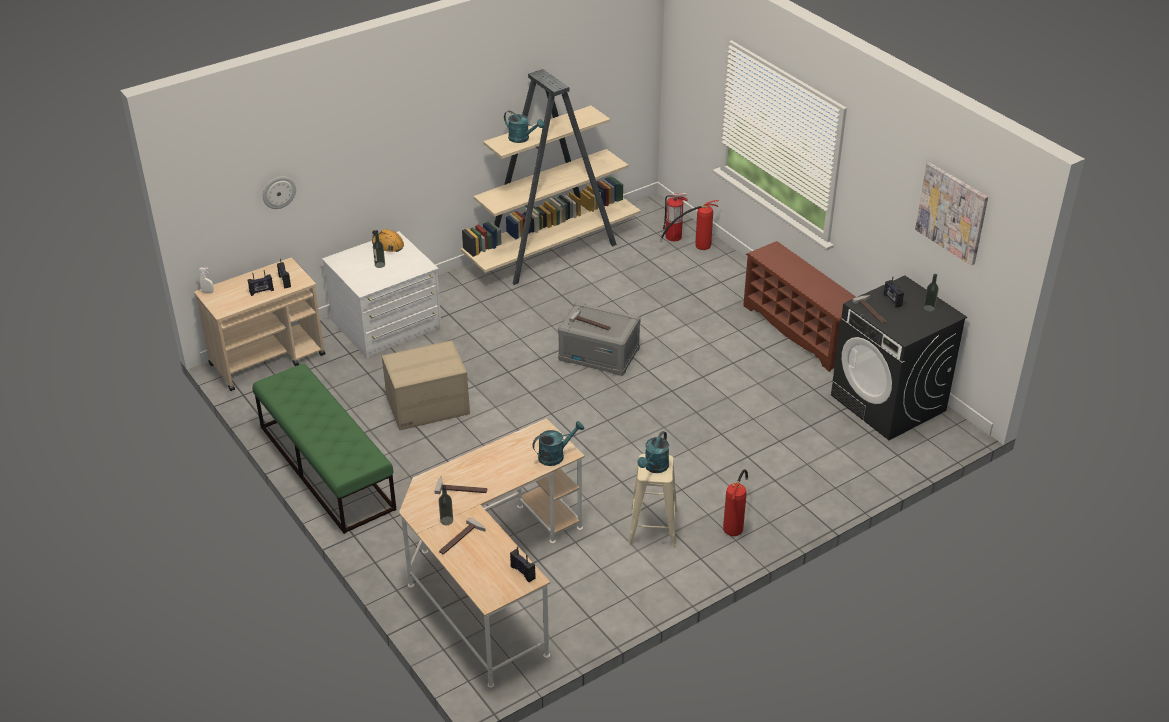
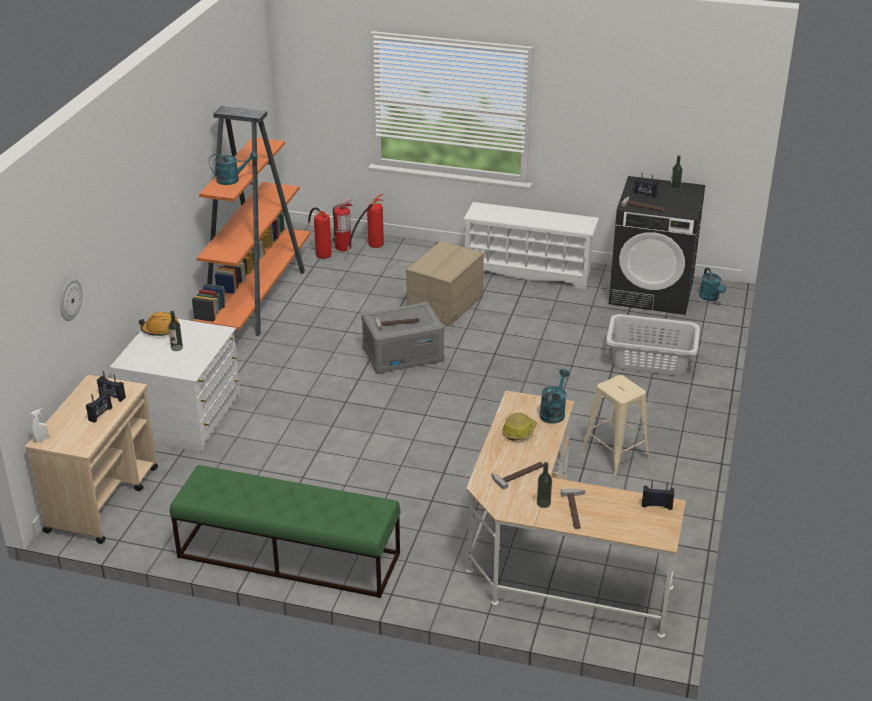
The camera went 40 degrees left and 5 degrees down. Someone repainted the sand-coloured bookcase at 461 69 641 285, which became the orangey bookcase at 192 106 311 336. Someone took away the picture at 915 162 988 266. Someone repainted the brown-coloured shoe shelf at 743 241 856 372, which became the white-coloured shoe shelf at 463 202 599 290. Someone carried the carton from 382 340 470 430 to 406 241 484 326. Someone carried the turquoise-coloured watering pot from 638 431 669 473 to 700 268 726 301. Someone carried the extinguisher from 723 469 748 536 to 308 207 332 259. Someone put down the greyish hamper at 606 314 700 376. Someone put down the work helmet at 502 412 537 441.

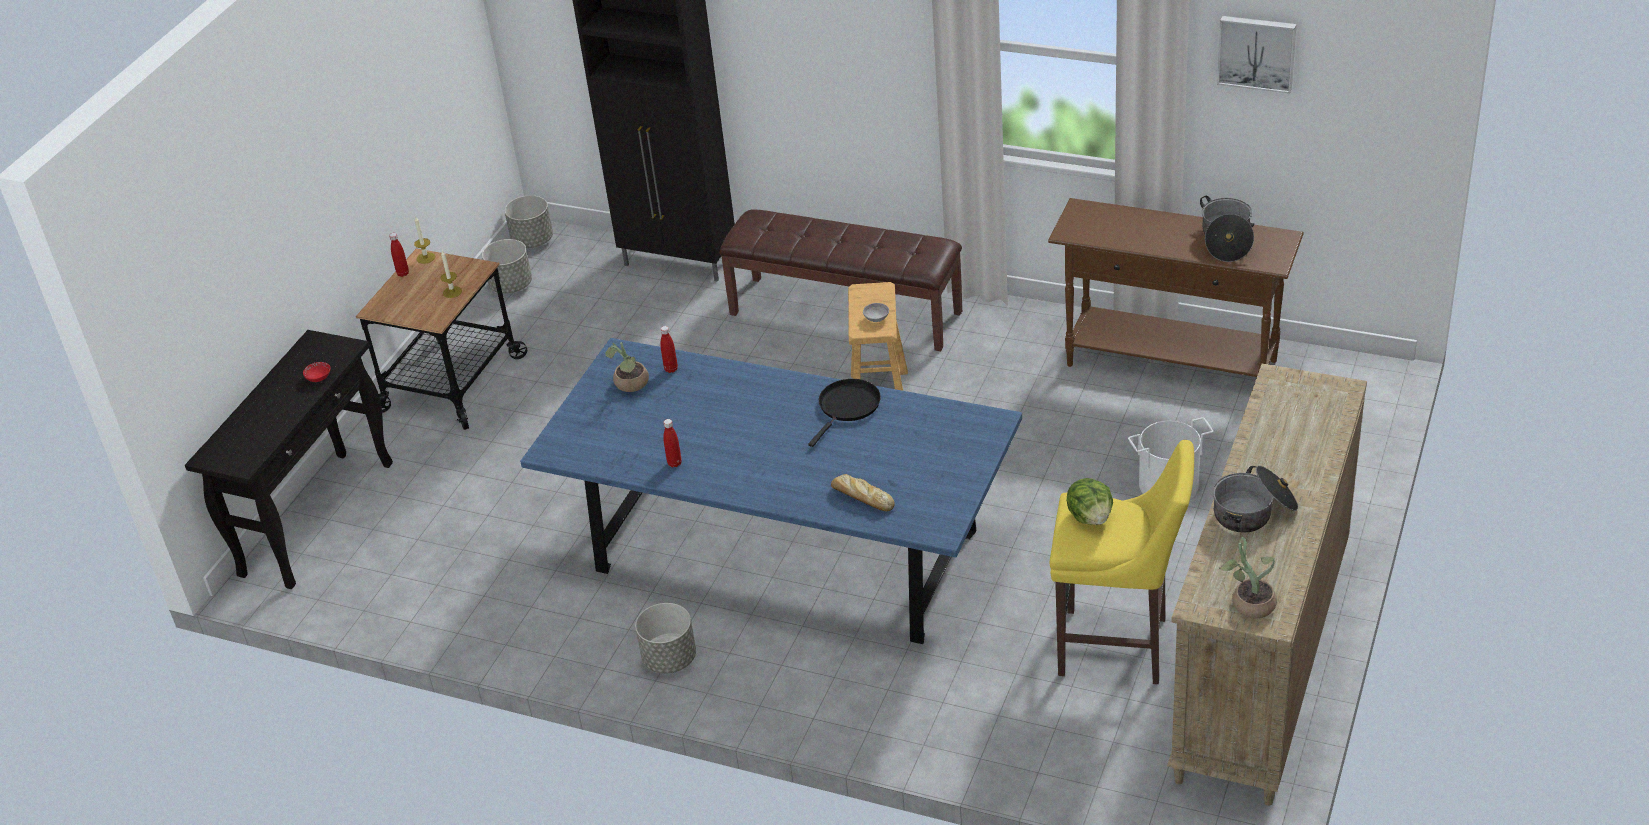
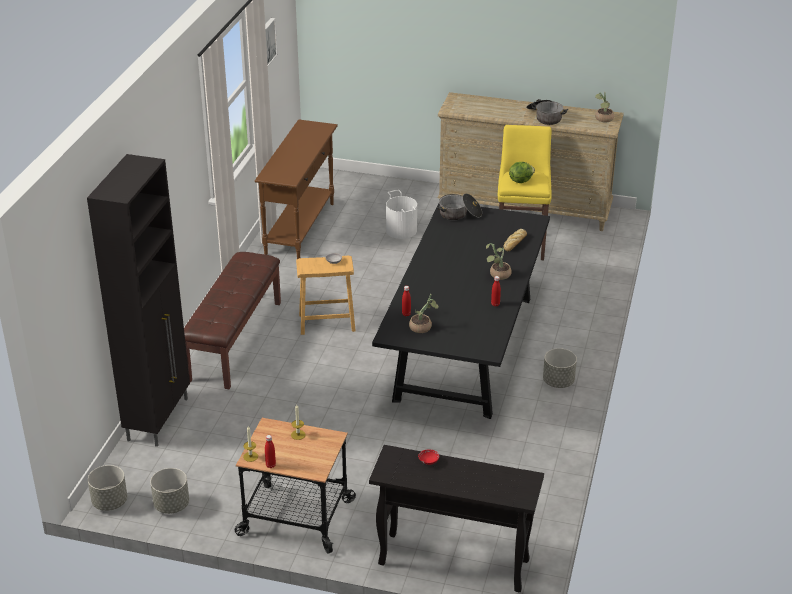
The camera went 100 degrees left and 5 degrees down. Someone carried the saucepot from 1200 196 1254 262 to 437 194 482 220. Someone repainted the blue kitchen table at 520 338 1022 644, which became the black kitchen table at 372 203 550 419. Someone took away the black pan at 808 379 881 447. Someone put down the potted plant at 486 243 512 280.

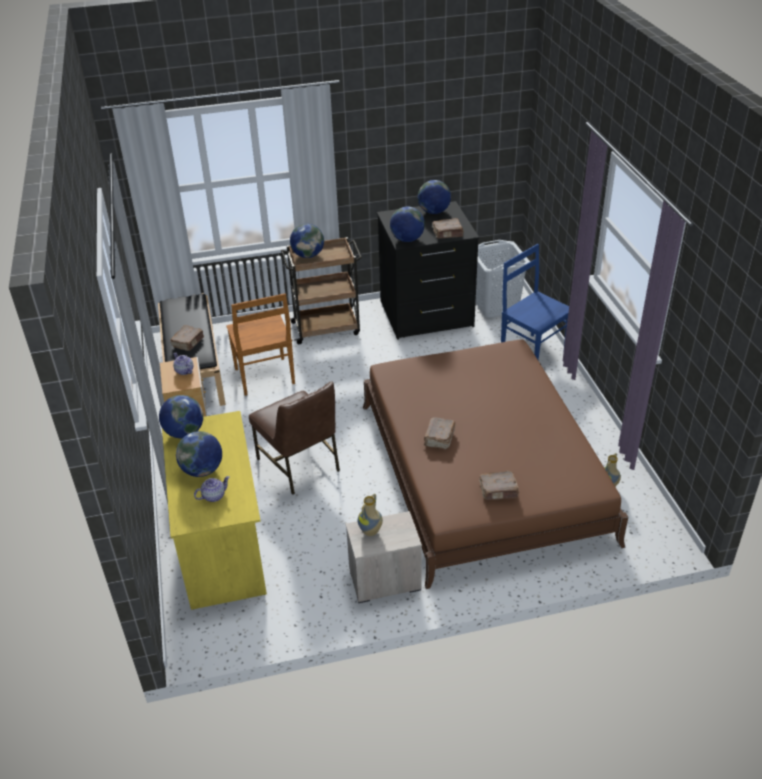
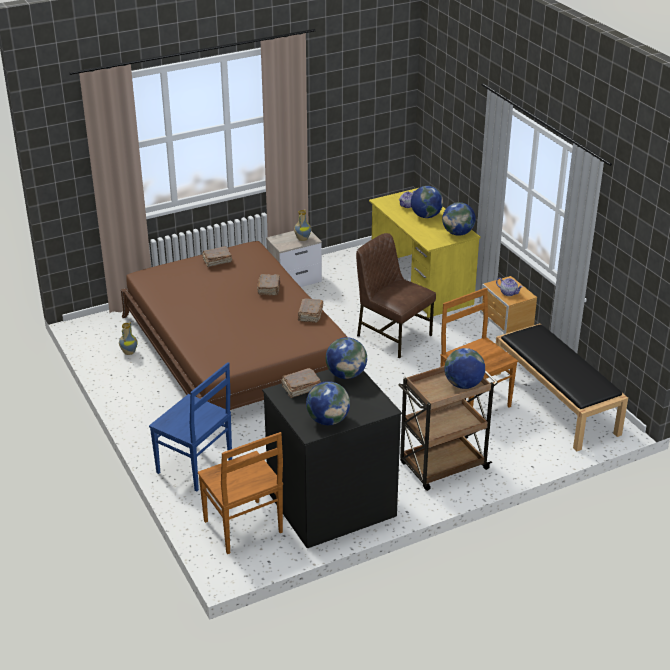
The camera went 165 degrees right and 5 degrees down. Someone swapped the white-coloured hamper at 476 240 530 318 for the brown-coloured upright chair at 198 432 283 554. Someone carried the brown-coloured book from 170 325 204 351 to 298 298 323 323.

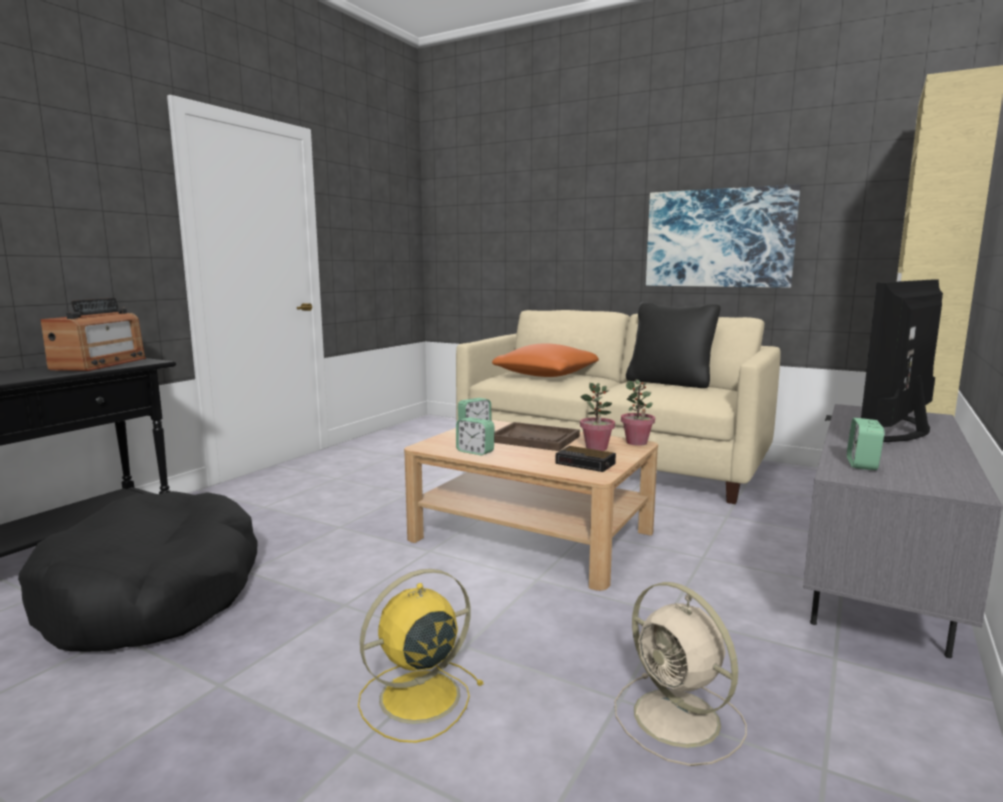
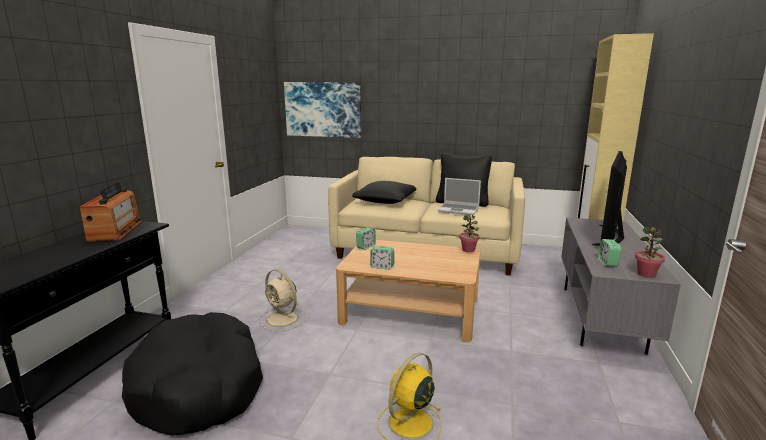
The camera went 15 degrees left and 5 degrees up. Someone carried the picture from 646 184 801 288 to 284 82 361 138. Someone repainted the orangey pillow at 492 343 599 377, which became the black pillow at 352 181 416 204. Someone carried the potted plant from 580 383 615 451 to 635 227 665 278. Someone took away the brown-coloured carrying tray at 494 422 580 451. Someone took away the alarm clock at 555 446 616 472. Someone carried the sand-coloured electric fan from 614 582 747 766 to 259 269 308 331. Someone put down the notebook computer at 437 178 481 215.

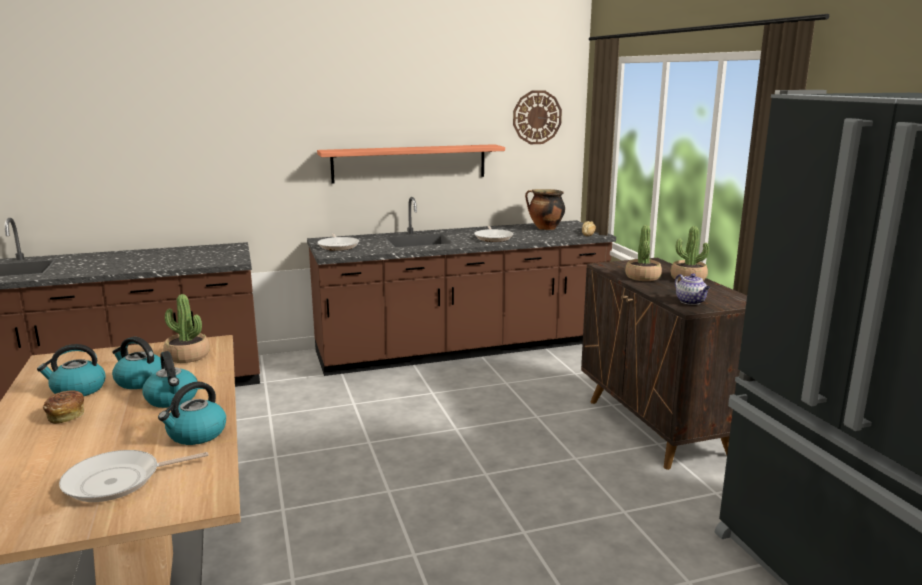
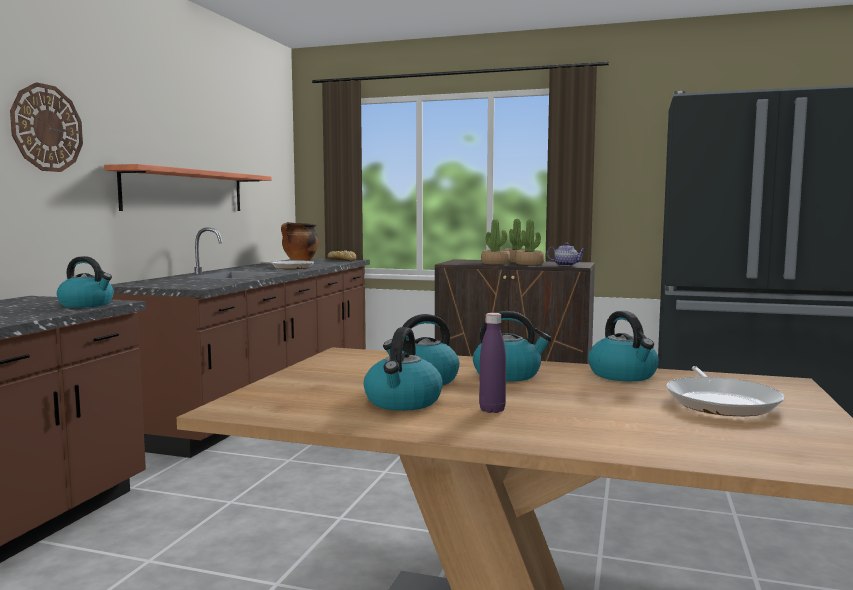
The camera went 55 degrees left and 10 degrees down. Someone carried the wall clock from 513 90 562 144 to 10 82 83 172. Someone took away the pan at 317 233 359 251. Someone carried the potted plant from 163 294 210 363 to 514 219 545 265. Someone swapped the baked bread at 43 390 84 424 for the purple bottle at 479 313 506 413. Someone put down the kettle at 57 256 114 308.

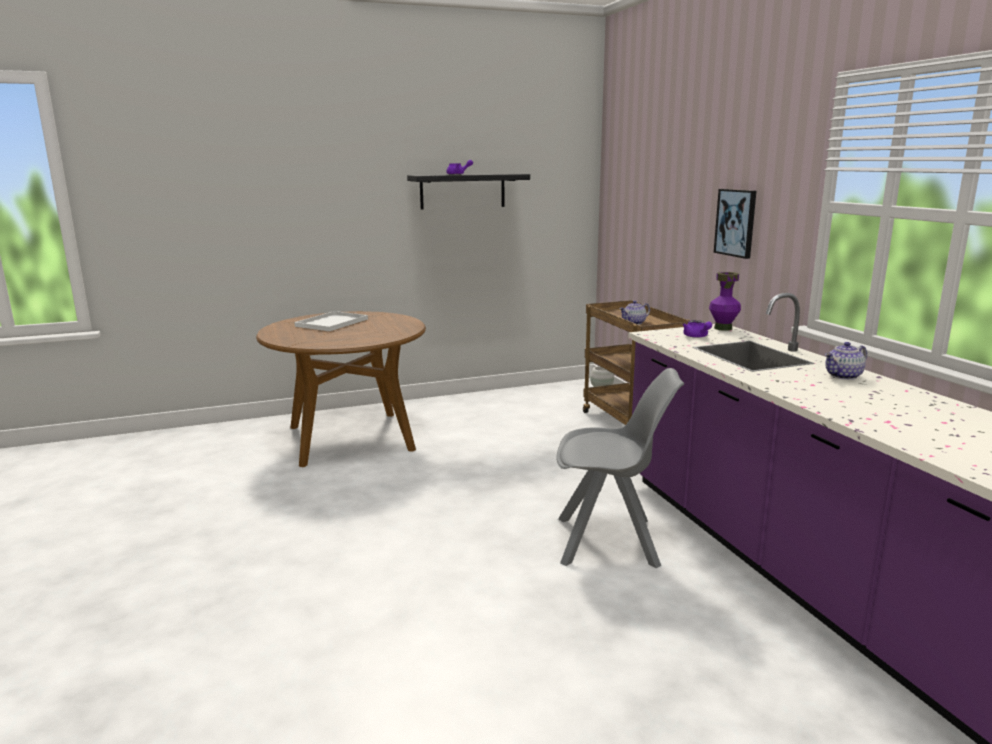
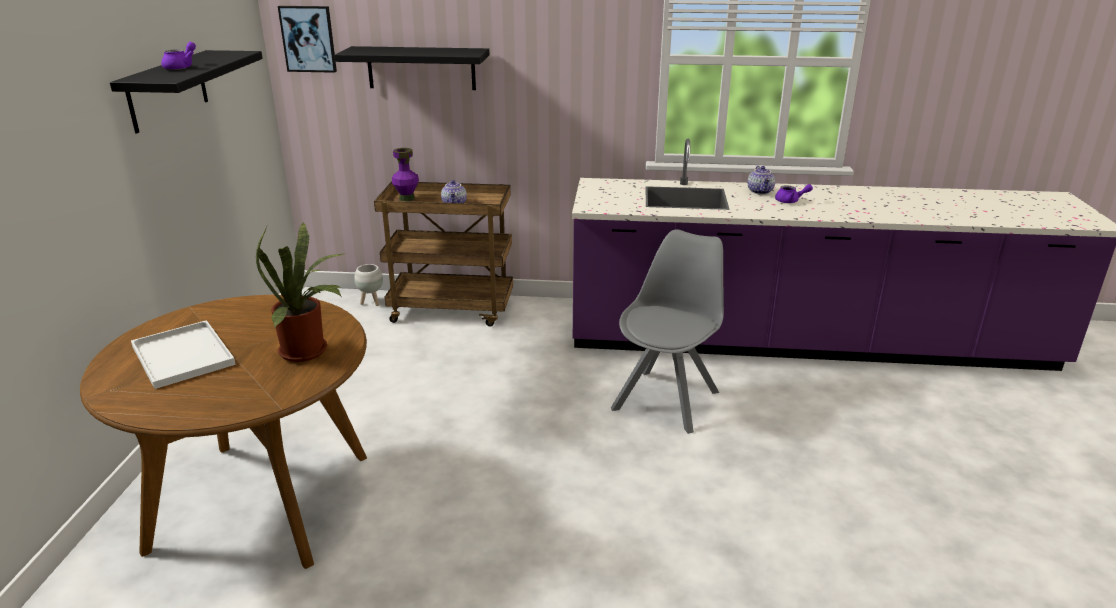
The camera went 65 degrees left and 10 degrees up. Someone carried the picture from 714 189 756 259 to 278 6 337 73. Someone carried the purple decorative vase from 709 272 741 331 to 392 148 419 201. Someone carried the purple pot for tea from 683 320 712 338 to 775 184 813 203. Someone put up the black bracket shelf at 334 46 489 90. Someone put down the potted plant at 256 222 343 362.

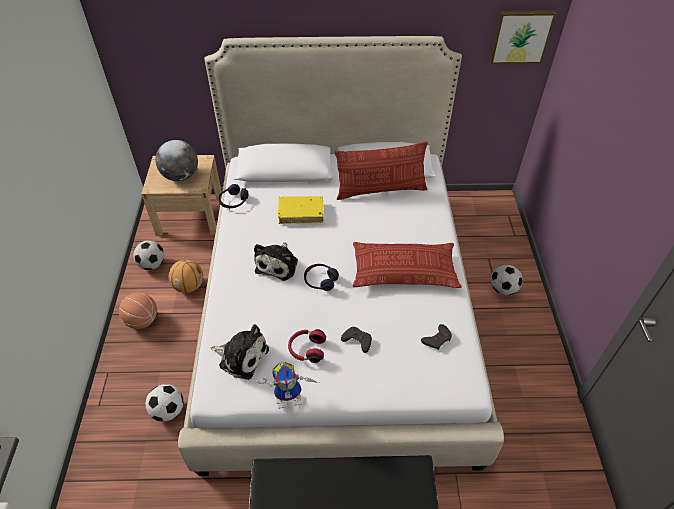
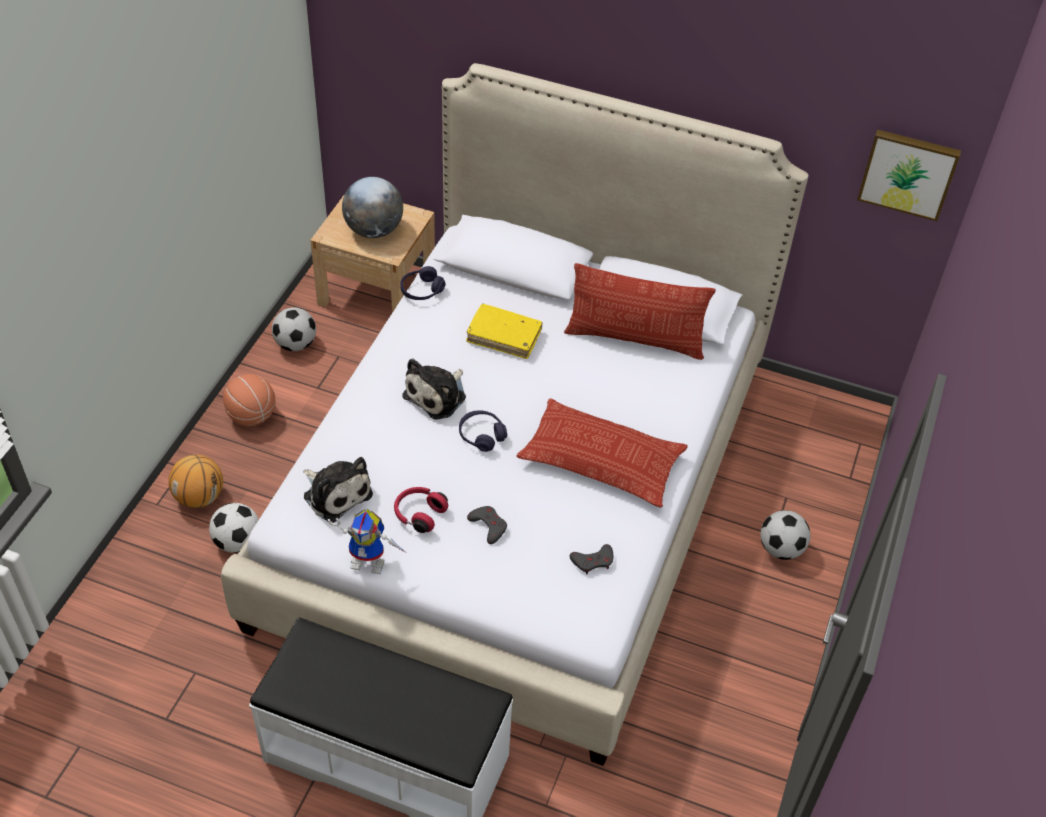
The camera went 20 degrees right and 0 degrees up. Someone carried the basketball from 169 260 203 293 to 168 455 223 508.

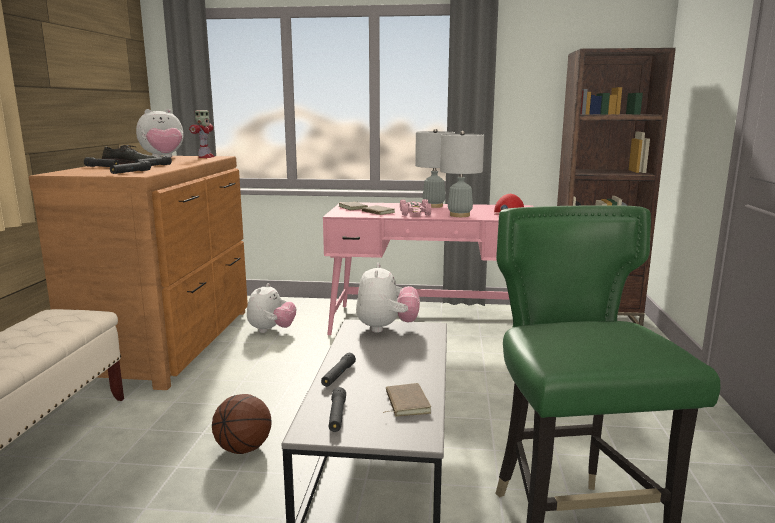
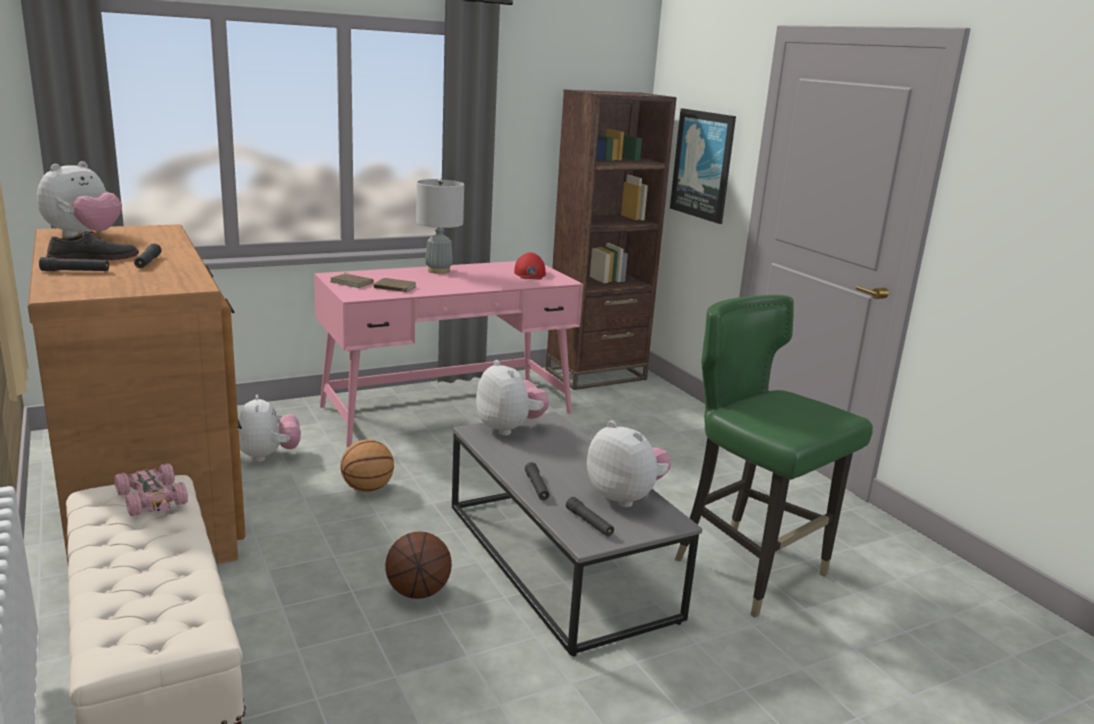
The camera went 35 degrees left and 5 degrees up. Someone took away the toy robot at 189 110 215 158. Someone took away the greyish table lamp at 440 131 484 217. Someone took away the black flashlight at 110 161 151 174. Someone carried the pink model car from 400 199 431 216 to 114 463 188 517. Someone swapped the brown-coloured book at 383 383 431 417 for the cuddly toy at 587 420 671 508. Someone put up the picture at 670 108 736 224. Someone put down the basketball at 341 439 394 492.

